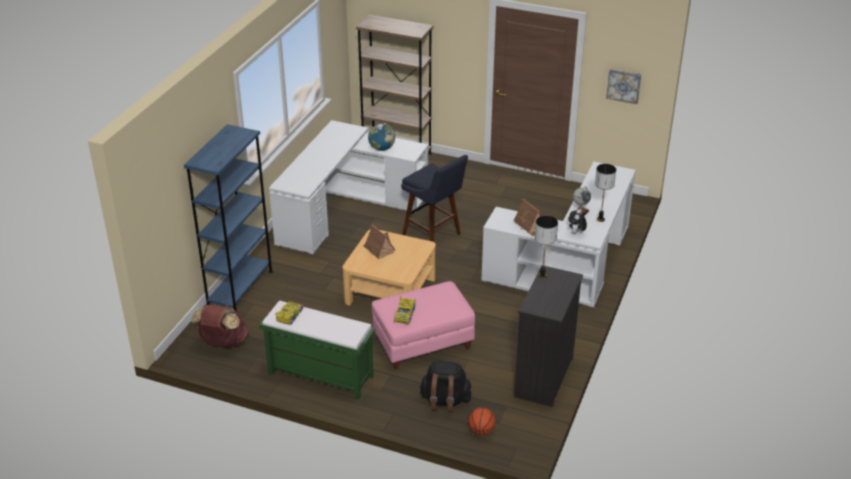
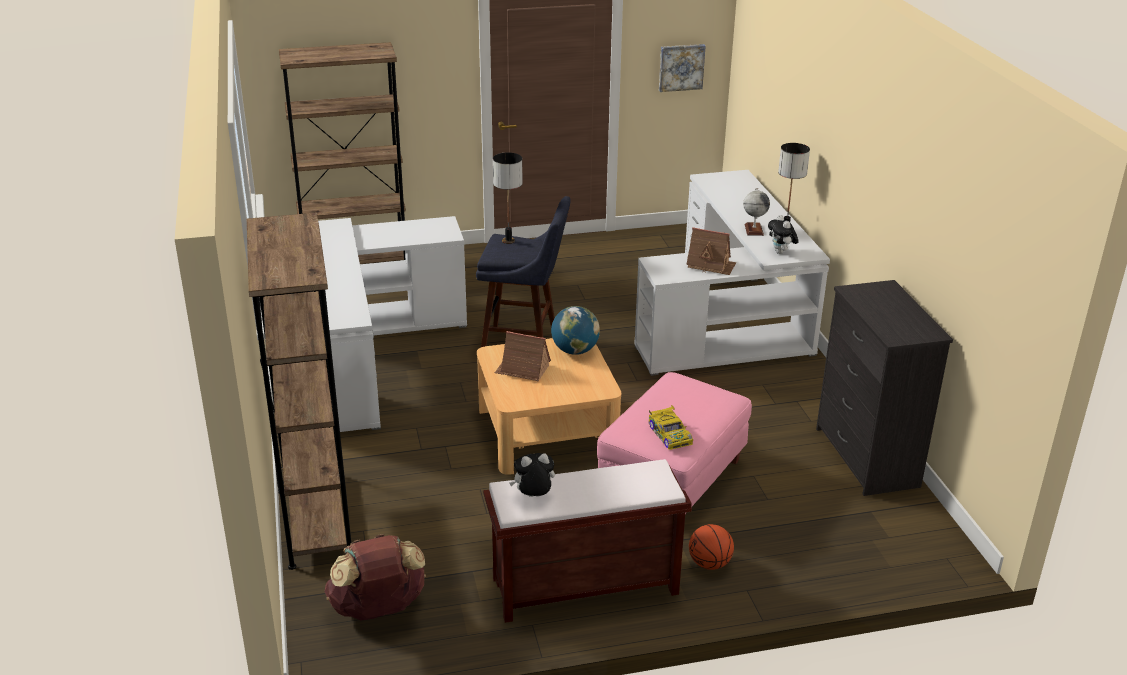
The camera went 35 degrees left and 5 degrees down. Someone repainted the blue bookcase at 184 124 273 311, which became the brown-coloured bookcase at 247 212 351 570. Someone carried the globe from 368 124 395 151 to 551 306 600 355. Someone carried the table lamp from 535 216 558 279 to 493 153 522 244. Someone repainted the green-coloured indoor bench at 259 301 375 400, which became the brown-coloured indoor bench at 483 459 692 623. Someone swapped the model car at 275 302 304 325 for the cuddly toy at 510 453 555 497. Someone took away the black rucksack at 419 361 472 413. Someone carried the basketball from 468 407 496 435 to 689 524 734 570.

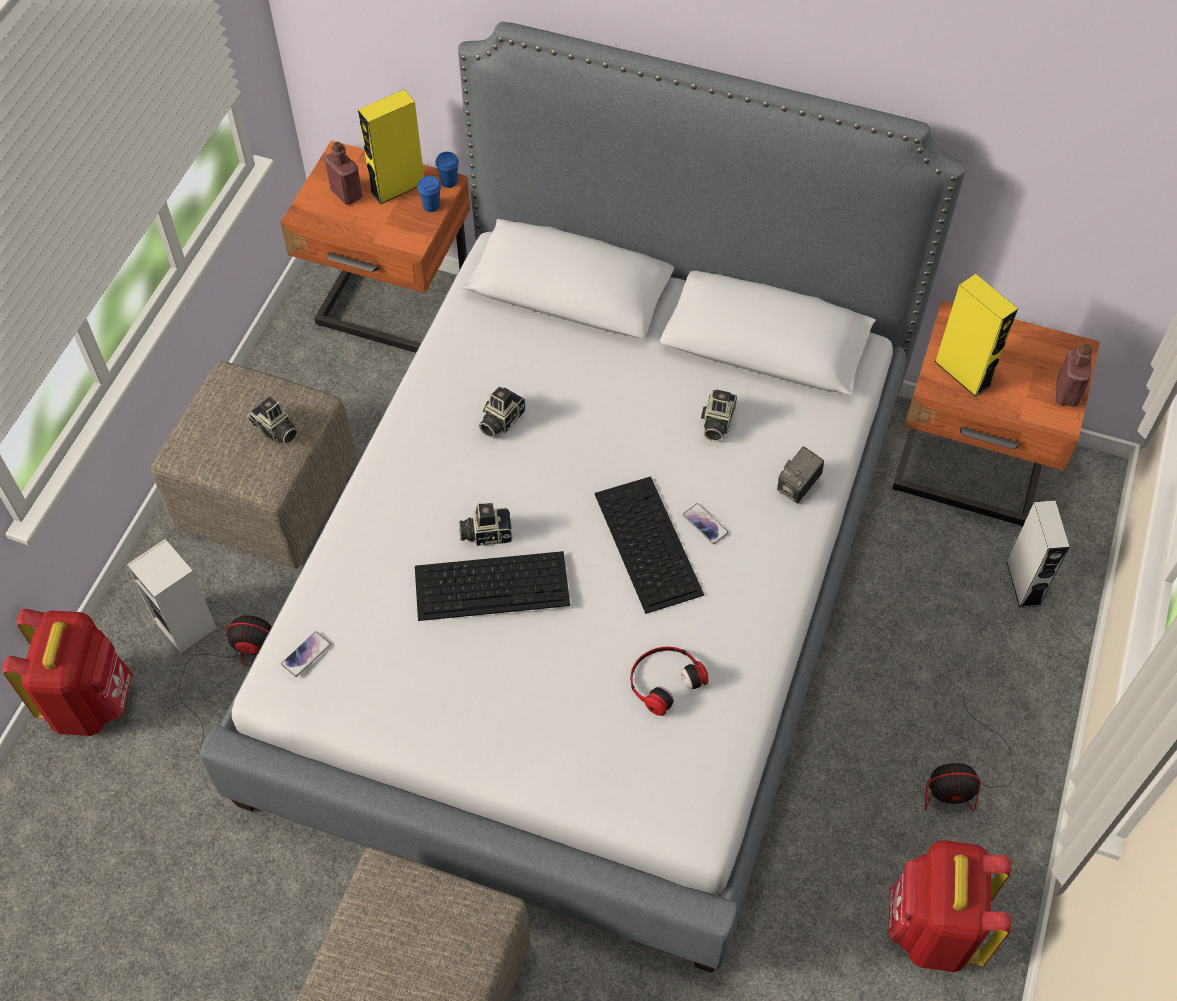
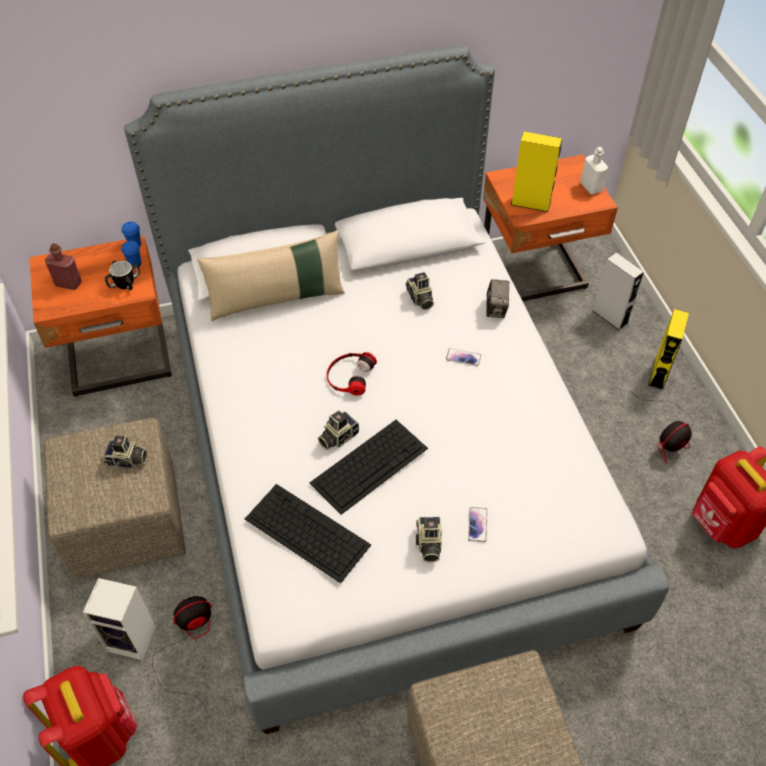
The camera went 35 degrees left and 5 degrees down. Someone carried the yellow audio speaker from 358 89 424 205 to 648 309 689 390. Someone repainted the reddish bottle at 1056 344 1092 407, which became the white-coloured bottle at 580 147 608 194. Someone carried the still camera from 479 387 525 438 to 416 517 442 562. Someone carried the computer keyboard from 594 476 704 614 to 245 484 371 583. Someone carried the handset from 281 631 331 677 to 468 507 487 542. Someone carried the headset from 630 647 709 716 to 327 352 377 396. Someone put down the sand-coloured pillow at 197 230 345 321. Someone put down the mug at 105 261 140 290.

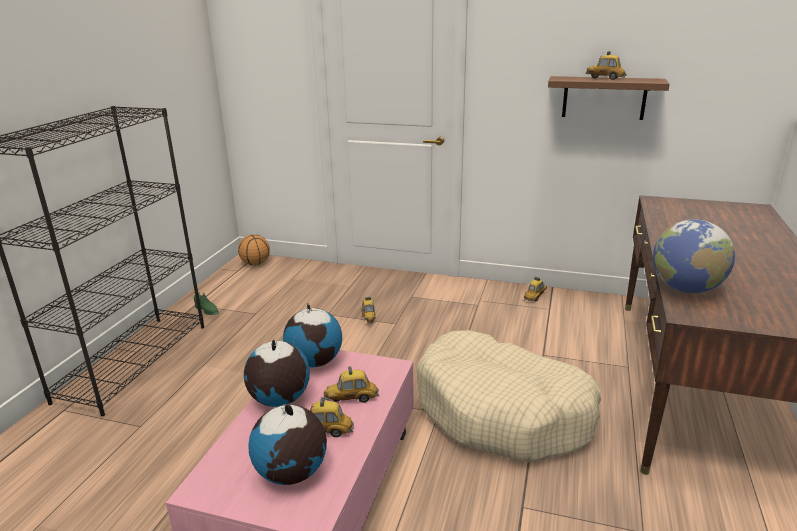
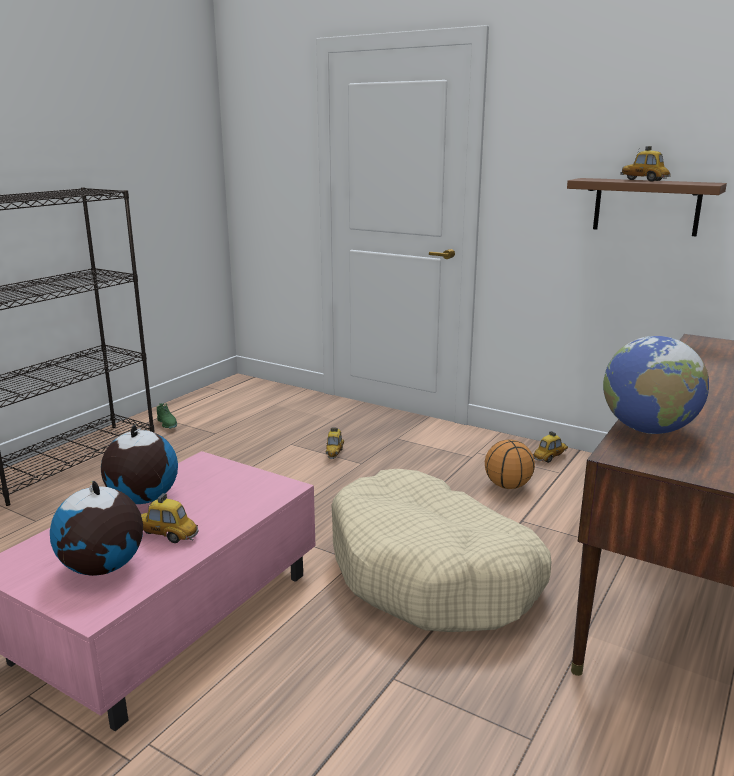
The camera went 15 degrees right and 5 degrees down. Someone carried the basketball from 238 234 270 266 to 485 440 535 489. Someone took away the globe at 283 303 342 367. Someone took away the model car at 324 366 379 403.

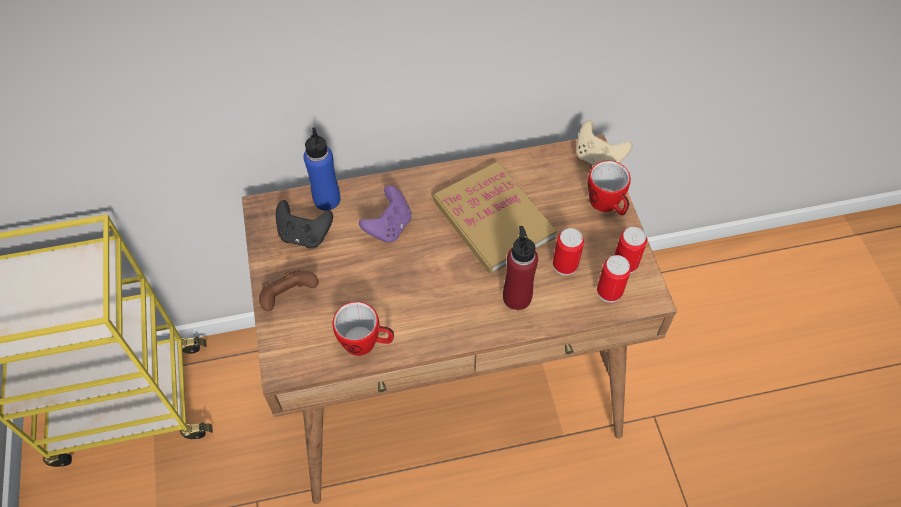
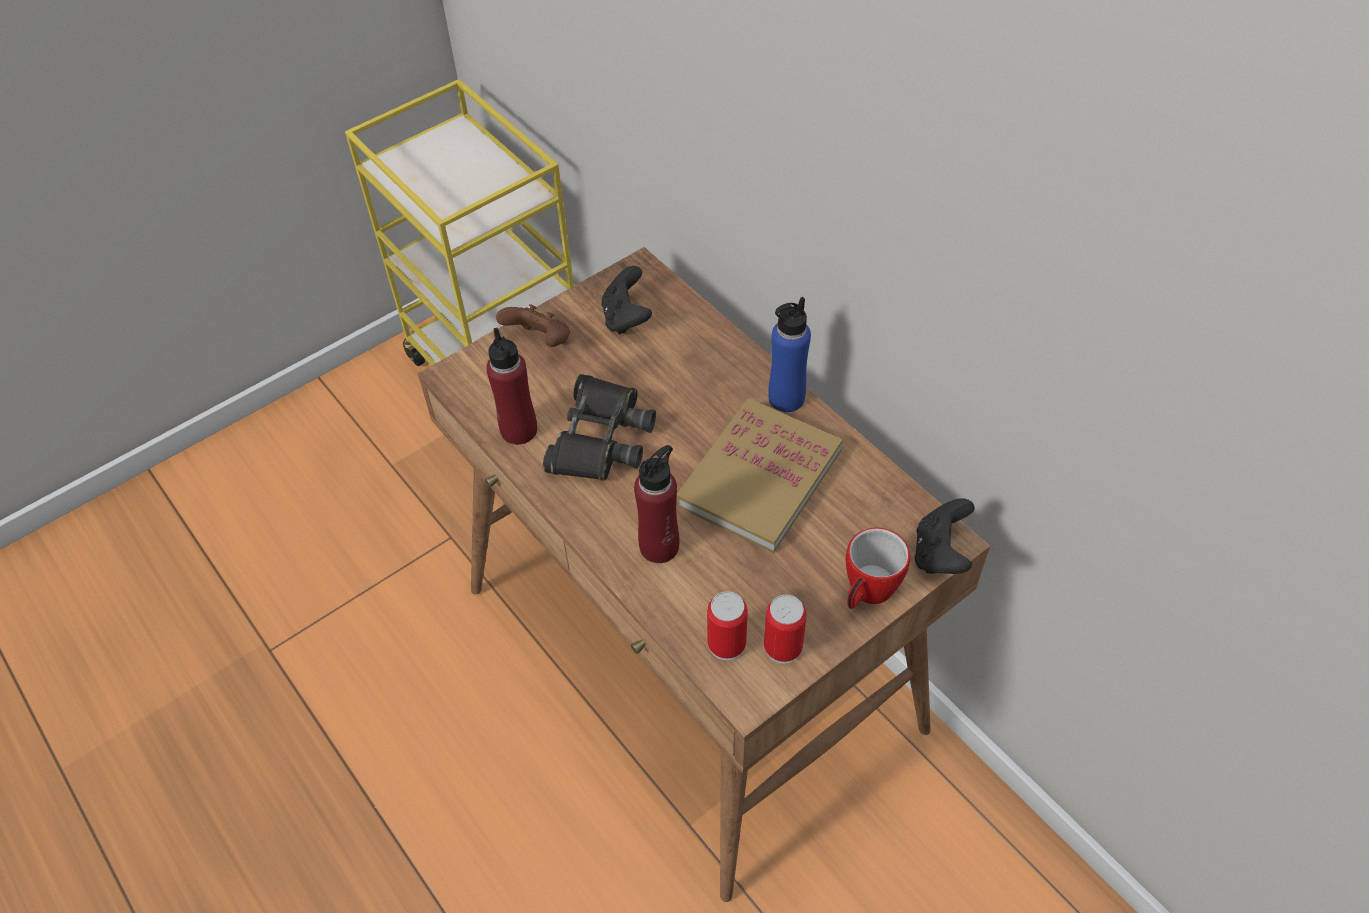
The camera went 65 degrees right and 5 degrees down. Someone repainted the sand-coloured game controller at 576 121 632 165, which became the black game controller at 915 498 975 574. Someone carried the blue bottle from 304 127 340 211 to 768 297 811 412. Someone took away the purple game controller at 359 185 412 243. Someone took away the sealed can at 553 228 584 276. Someone swapped the mug at 333 302 394 356 for the reddish bottle at 486 328 537 445. Someone put down the black binoculars at 543 374 656 481.

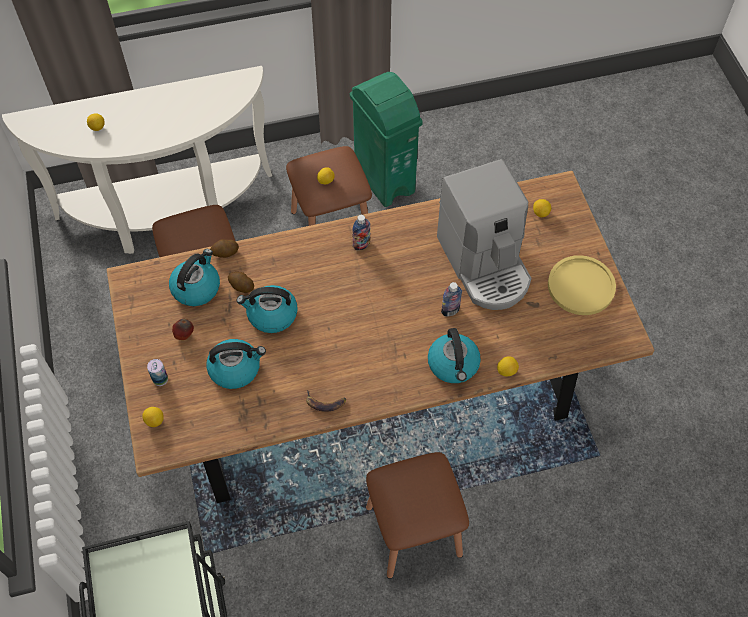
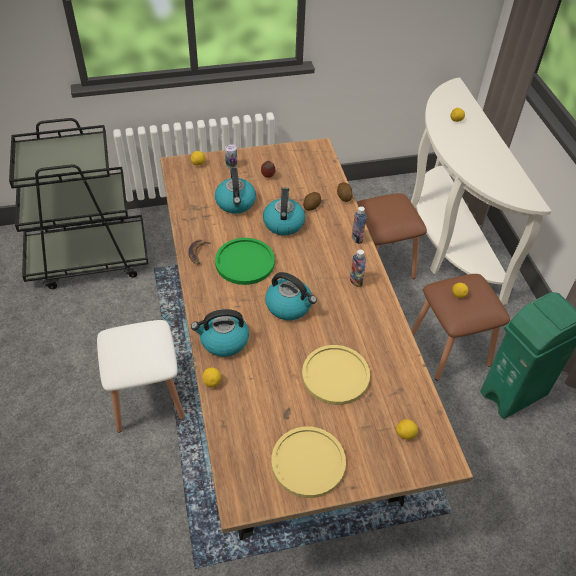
The camera went 90 degrees right and 10 degrees down. Someone swapped the coffee maker at 437 159 532 310 for the yellow dinner plate at 302 345 370 405. Someone carried the kettle from 169 249 220 306 to 265 272 317 320. Someone carried the bottle from 441 282 462 316 to 352 206 366 244. Someone repainted the brown-coloured sitting stool at 366 452 469 579, which became the white-coloured sitting stool at 97 320 185 433. Someone put down the green-coloured dinner plate at 215 238 275 285.

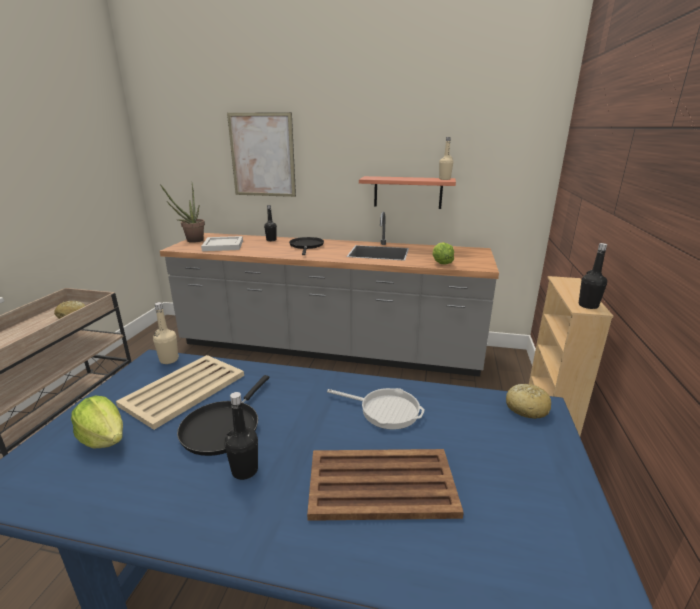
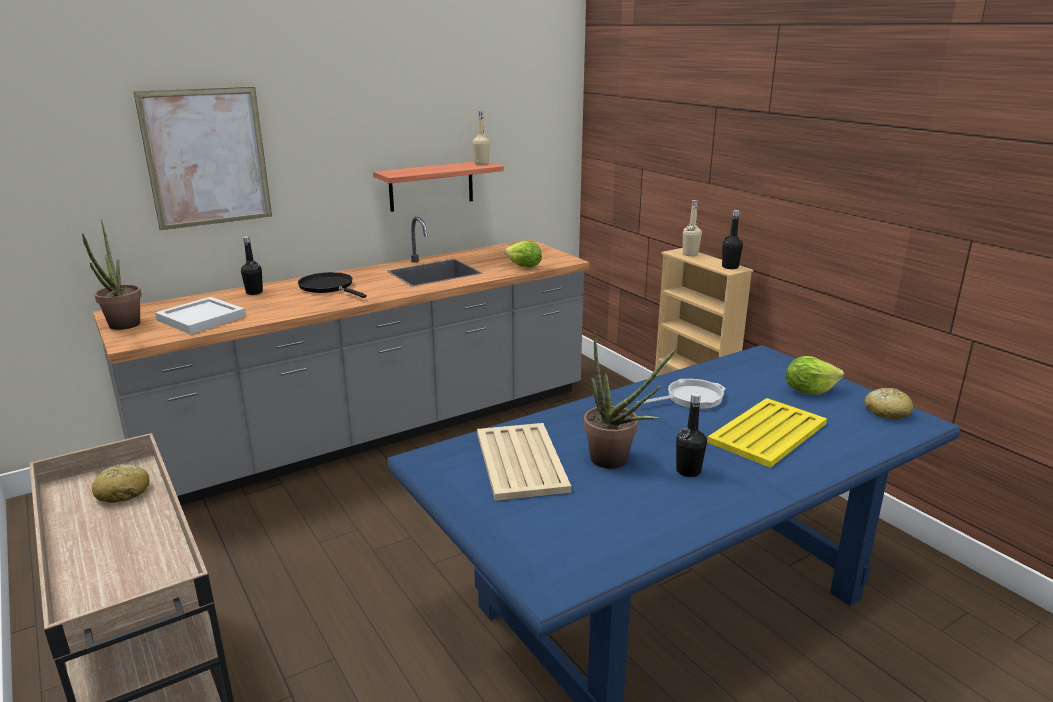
The camera went 45 degrees left and 0 degrees up. Someone carried the sand-coloured bottle from 153 302 179 364 to 683 200 702 256. Someone swapped the black pan at 177 375 269 456 for the potted plant at 584 331 677 469. Someone carried the baked bread from 506 384 551 419 to 864 388 913 419. Someone carried the lettuce from 71 396 123 448 to 786 356 844 395. Someone repainted the brown-coloured carrying tray at 307 449 464 521, which became the yellow carrying tray at 707 398 827 468.

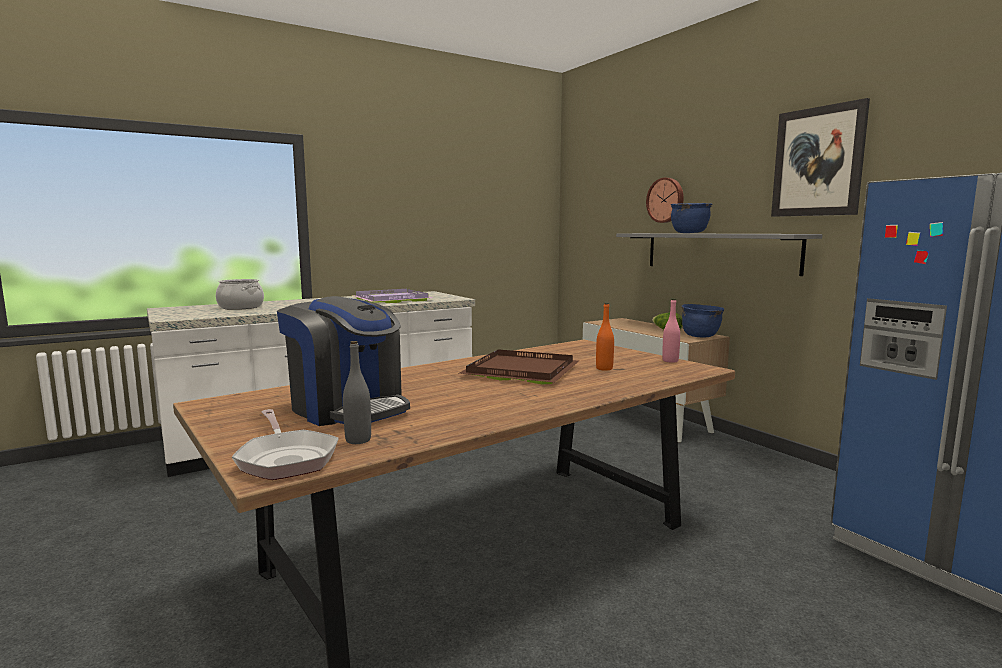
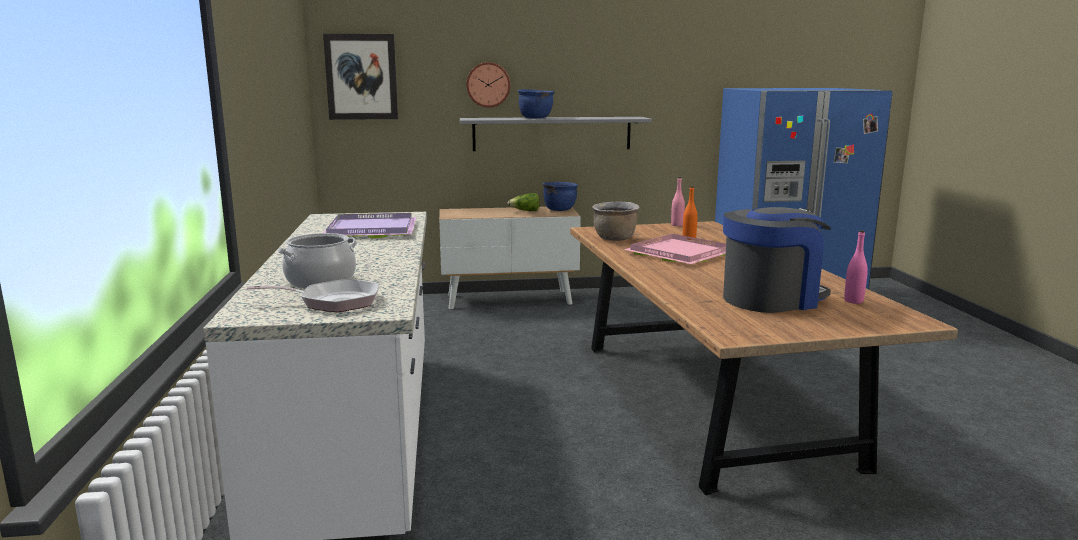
The camera went 65 degrees left and 5 degrees up. Someone carried the picture from 771 98 870 217 to 323 34 398 120. Someone repainted the greyish bottle at 343 341 371 444, which became the pink bottle at 844 230 868 304. Someone repainted the brown-coloured carrying tray at 459 349 579 384, which became the pink carrying tray at 624 234 726 264. Someone carried the pan from 232 409 339 480 to 247 279 379 312. Someone put down the brown-coloured saucepot at 592 201 639 241.

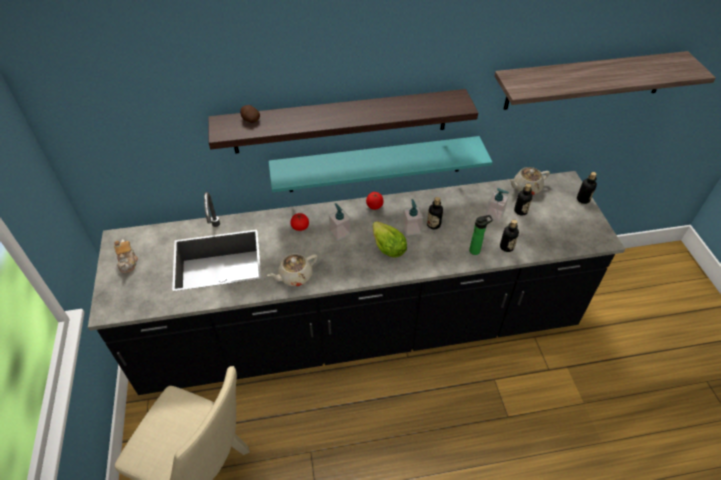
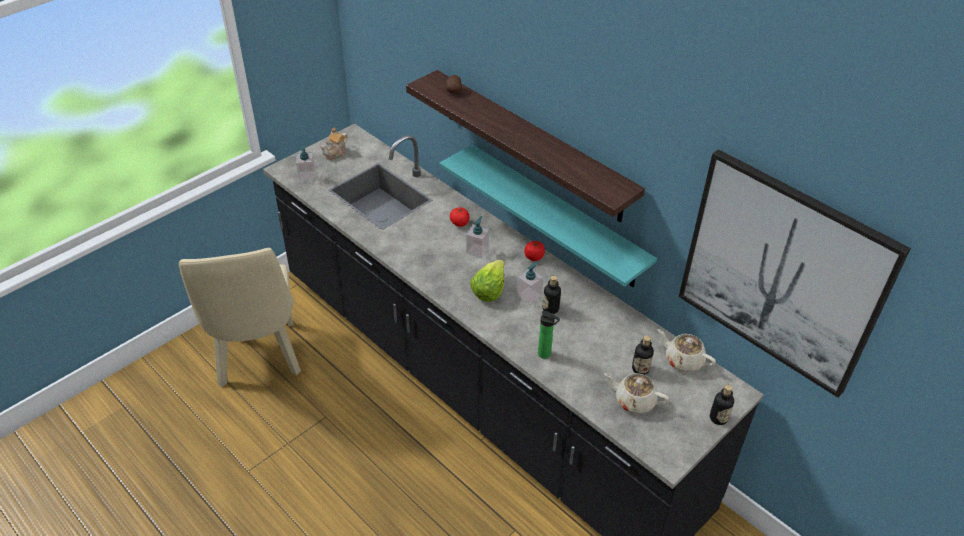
The camera went 55 degrees right and 5 degrees down. Someone swapped the bracket shelf at 494 51 716 110 for the picture at 679 149 911 398. Someone carried the soap dispenser from 485 188 509 222 to 296 145 316 182. Someone took away the bottle at 500 219 519 252. Someone carried the sand-coloured pot for tea from 267 254 318 286 to 604 373 669 414.

